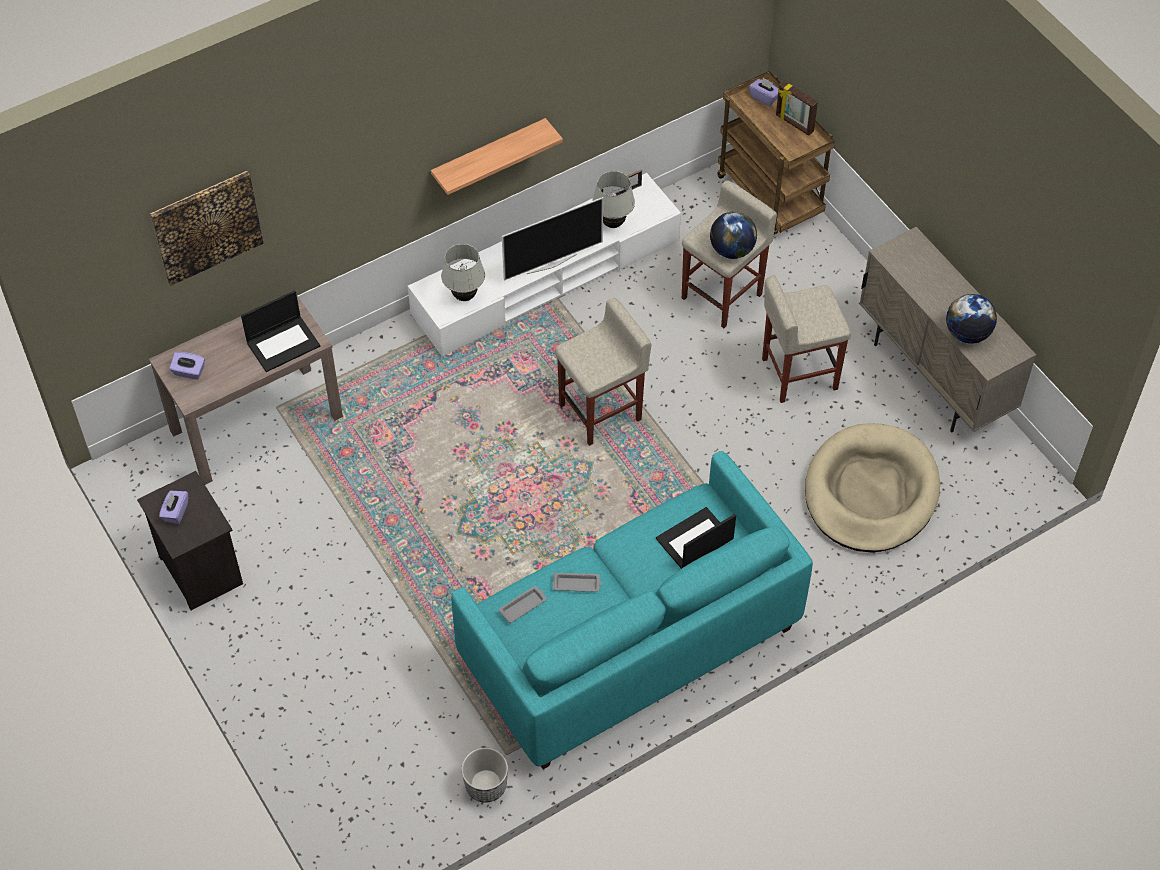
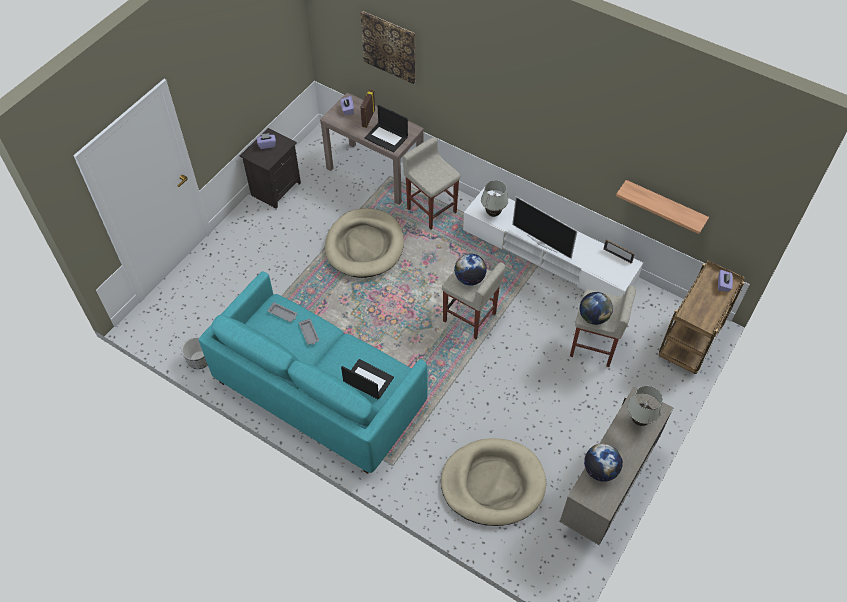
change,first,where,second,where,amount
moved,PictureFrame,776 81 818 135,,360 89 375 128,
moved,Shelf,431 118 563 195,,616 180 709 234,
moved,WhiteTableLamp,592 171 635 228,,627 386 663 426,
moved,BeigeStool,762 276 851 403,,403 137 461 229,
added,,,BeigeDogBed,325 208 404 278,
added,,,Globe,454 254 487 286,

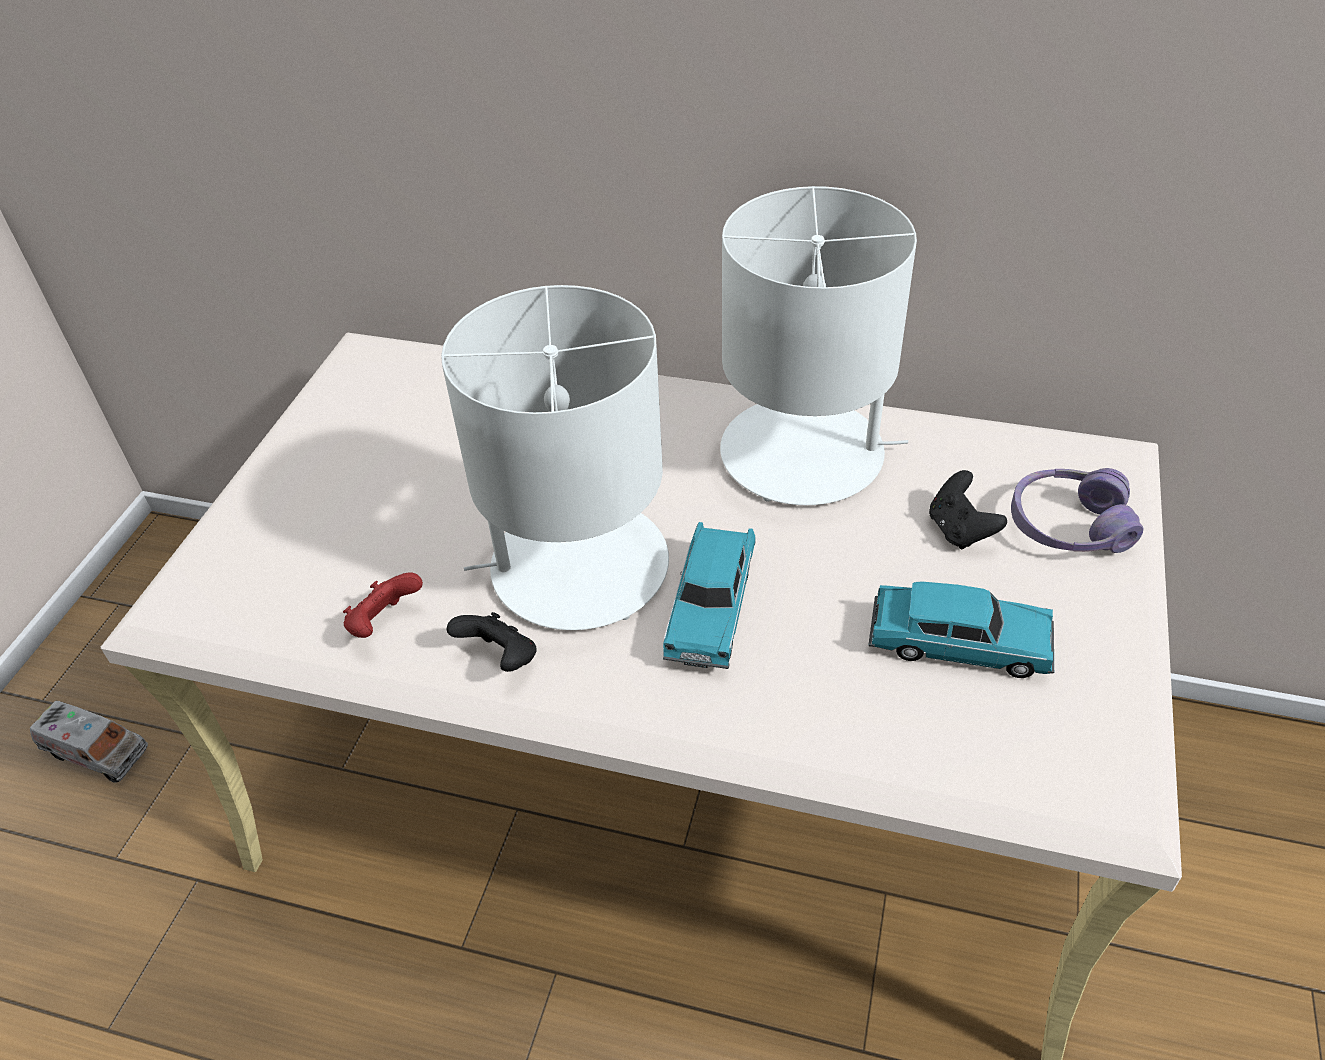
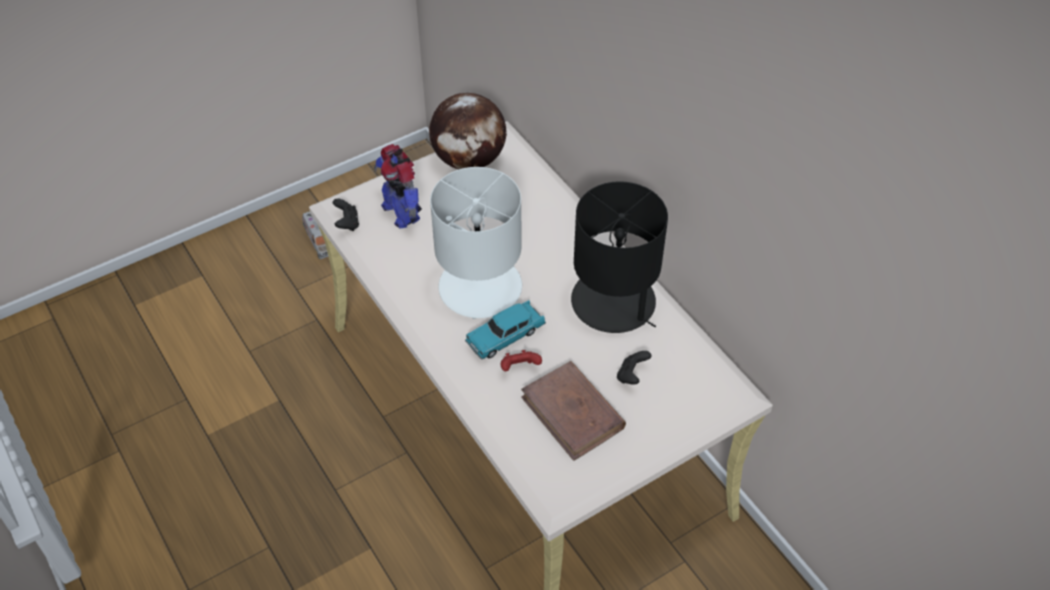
change,first,where,second,where,amount
recoloured,WhiteTableLamp,720 186 917 505,BlackTableLamp,571 181 668 333,
removed,PurpleHeadphones,1011 468 1143 553,,,
moved,RedGameController,343 573 423 638,,501 350 542 371,
replaced,TurquoiseToyCar,868 581 1054 678,BrownBook,521 361 626 461,
moved,BlackGameController,447 612 537 672,,333 198 359 231,
added,,,Globe,429 93 507 169,
added,,,ToyRobot,374 144 422 229,

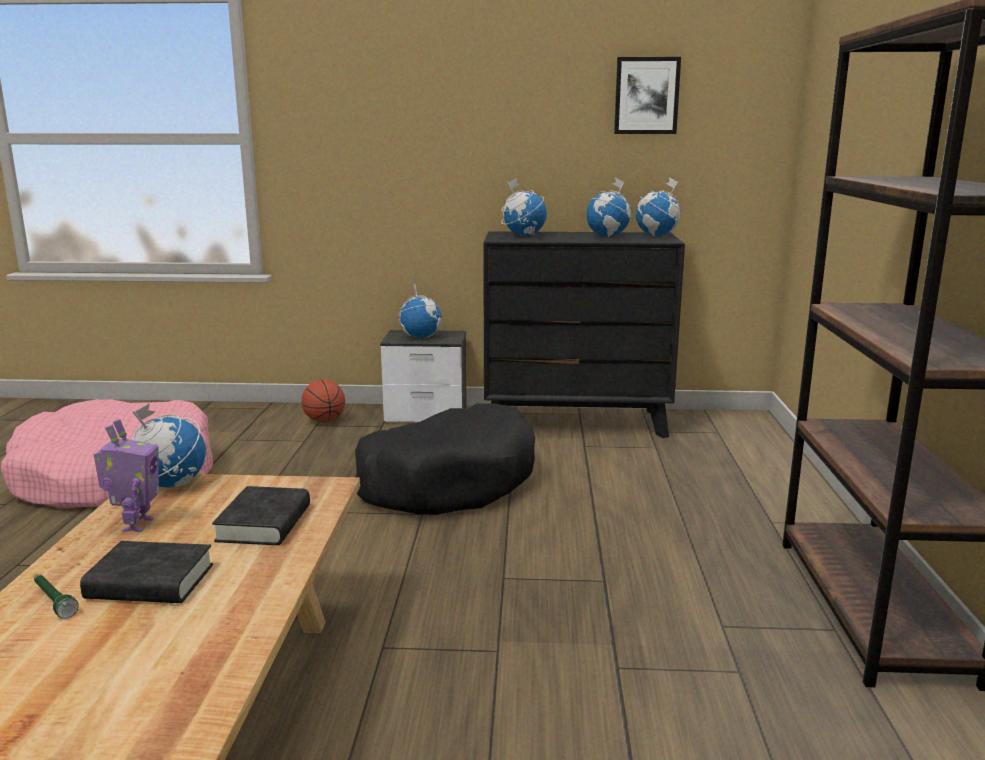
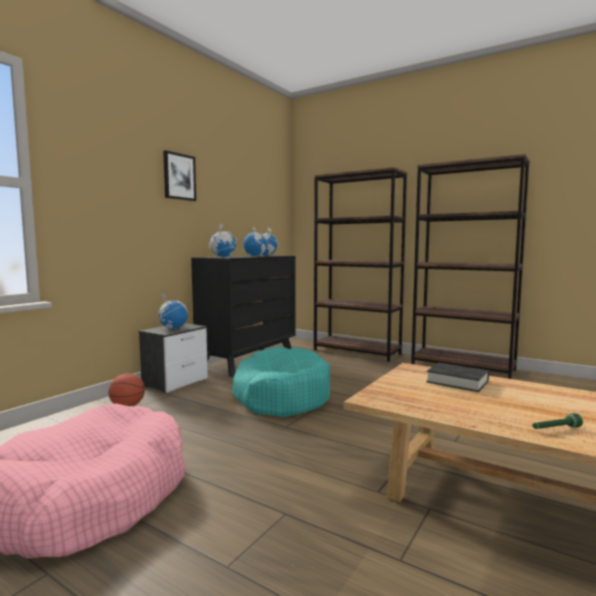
change,first,where,second,where,amount
moved,Picture,614 57 681 134,,163 150 196 201,
removed,Globe,131 403 206 488,,,
recoloured,BlackDogBed,355 403 535 515,TurquoiseDogBed,232 346 330 417,
removed,ToyRobot,94 419 159 532,,,
removed,BlackBook,80 541 213 603,,,
added,,,BrownBookcase,314 167 408 362,

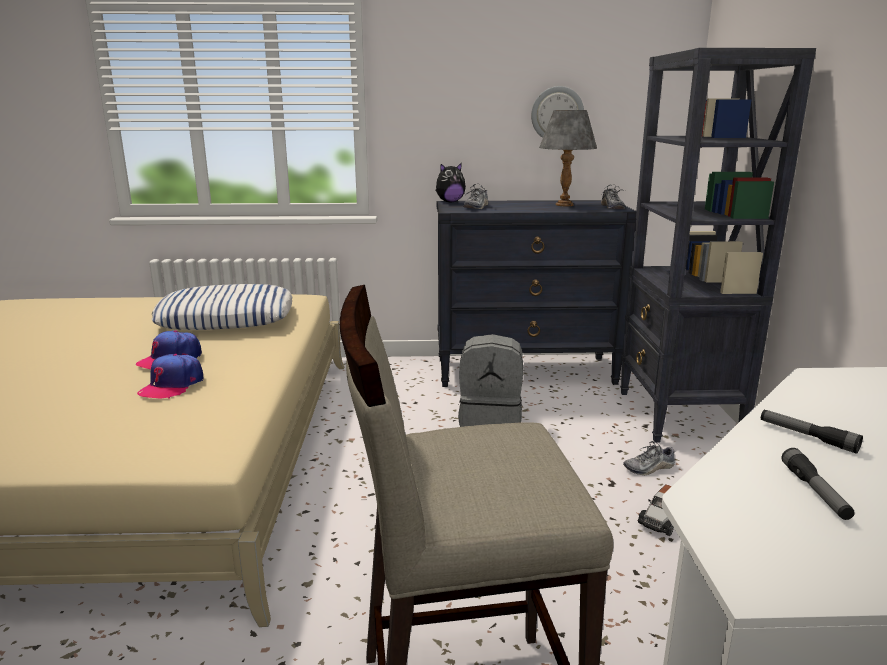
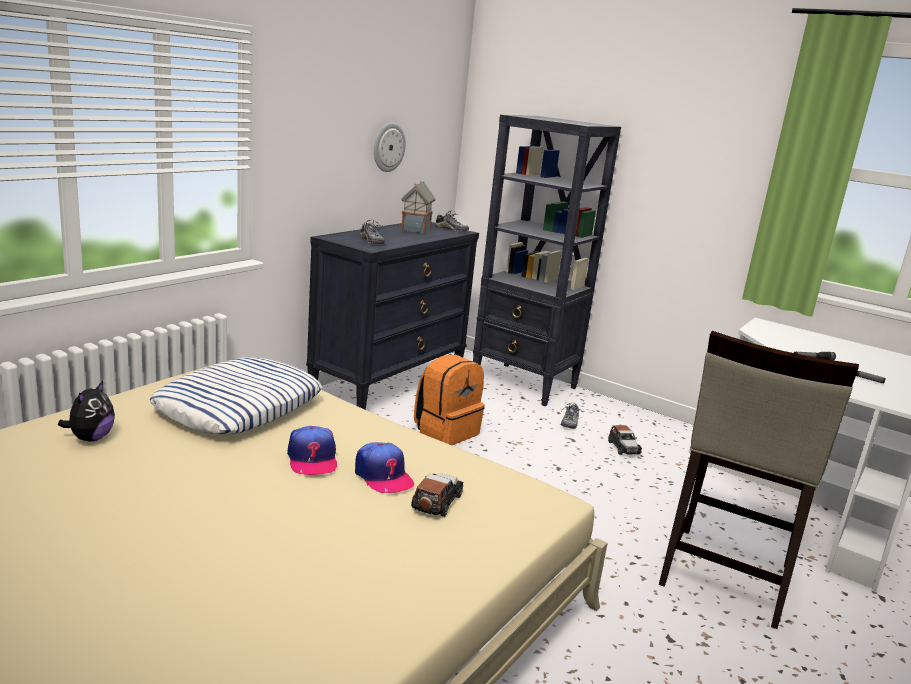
change,first,where,second,where,amount
replaced,GreyTableLamp,539 110 597 206,ToyHouse,401 181 436 234,
moved,PlushToy,436 163 466 203,,58 381 115 442,
recoloured,GreyBackpack,458 334 523 427,OrangeBackpack,414 355 485 445,
added,,,ToyCar,411 473 463 517,

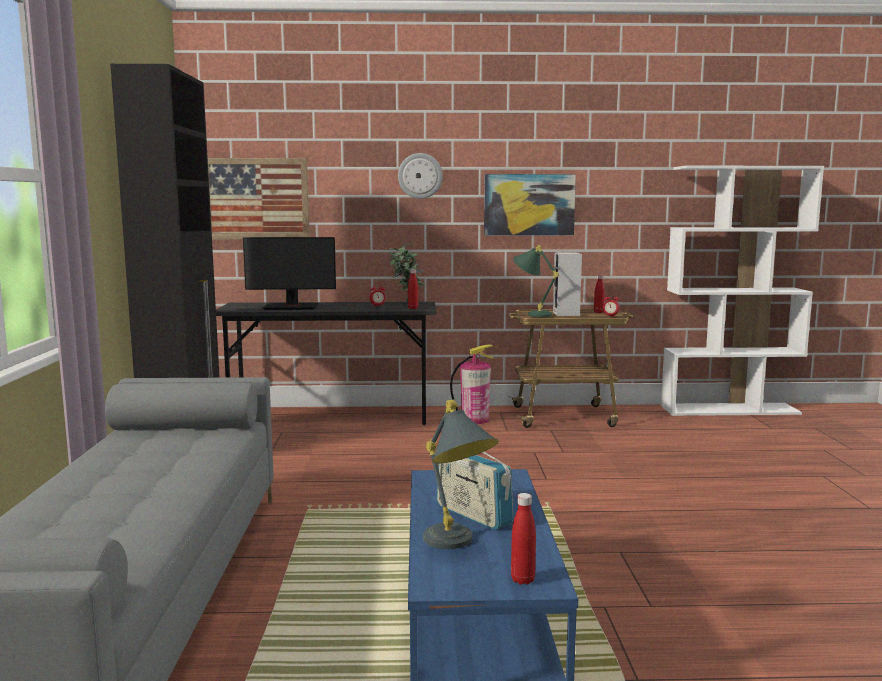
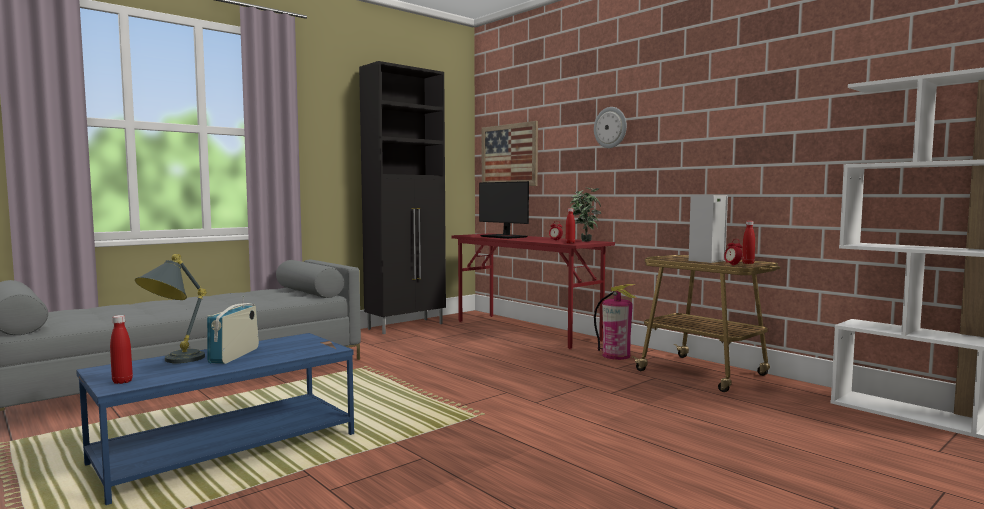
change,first,where,second,where,amount
removed,Picture,484 174 576 236,,,
removed,GreenTableLamp,513 245 559 317,,,
recoloured,GreyDesk,216 302 436 425,RedDesk,451 233 615 349,

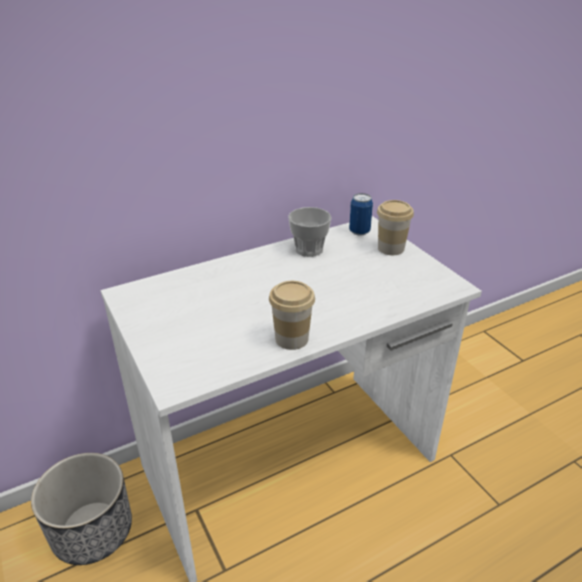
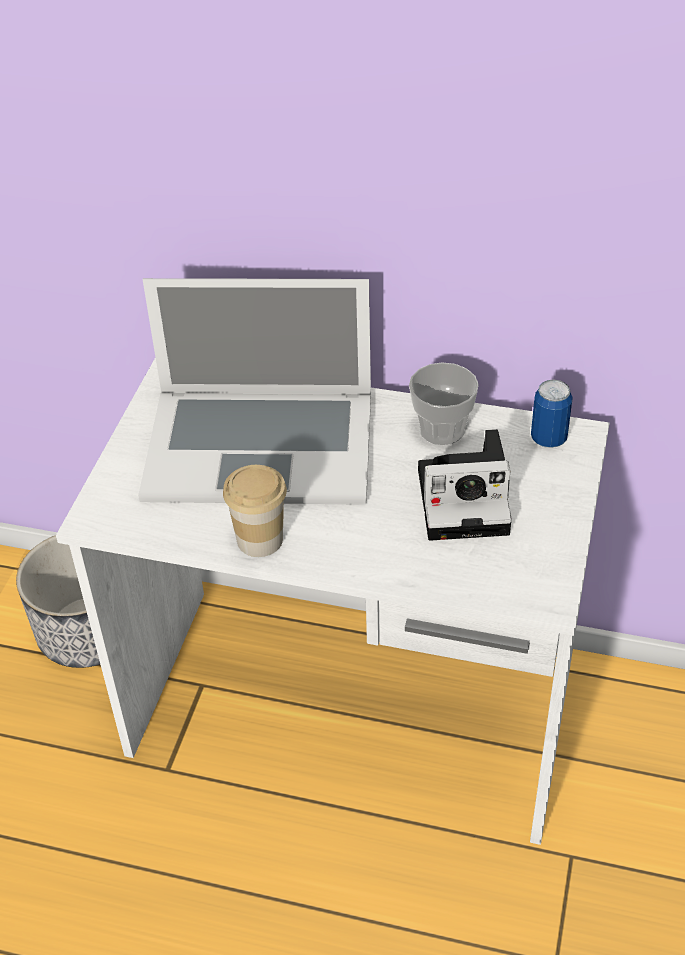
change,first,where,second,where,amount
removed,Cup,377 200 414 255,,,
added,,,Laptop,138 278 371 505,
added,,,PhotoCamera,418 429 512 541,

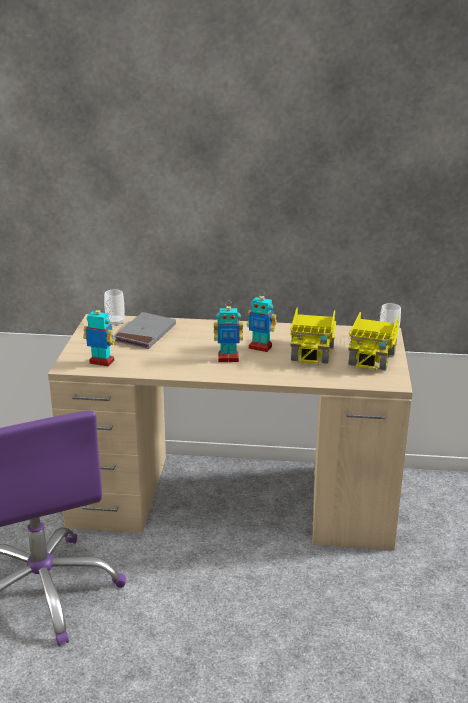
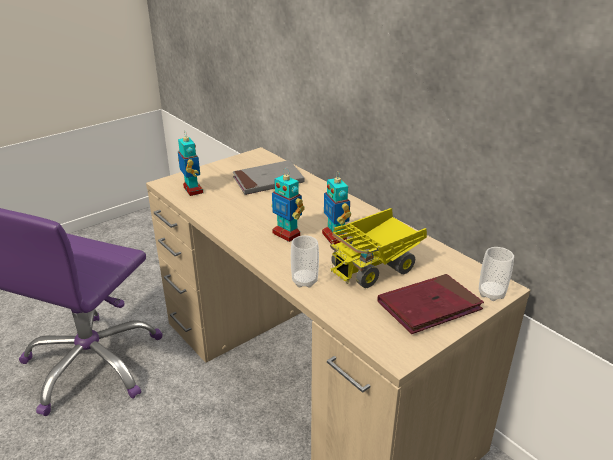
change,first,where,second,where,amount
moved,Cup,104 289 125 326,,291 235 319 288,
replaced,ToyTruck,348 312 399 371,RedBook,377 274 484 334,

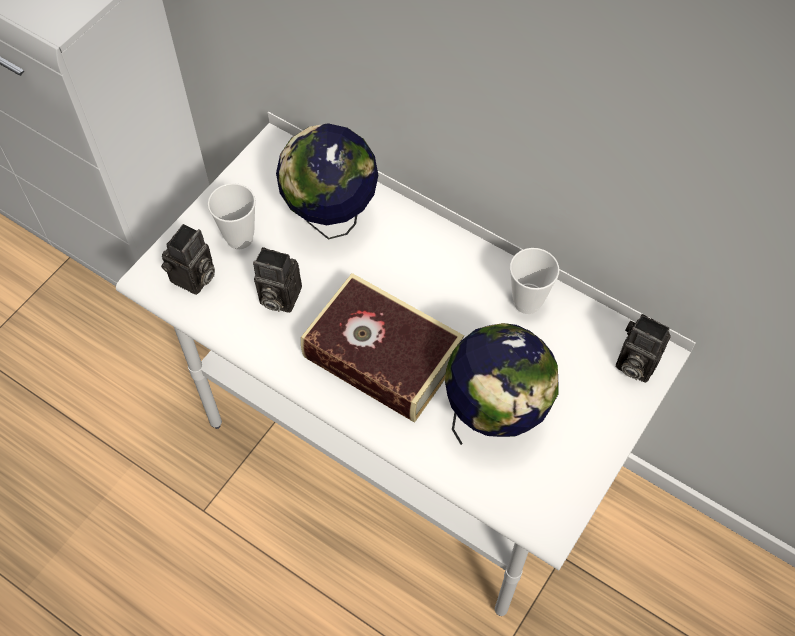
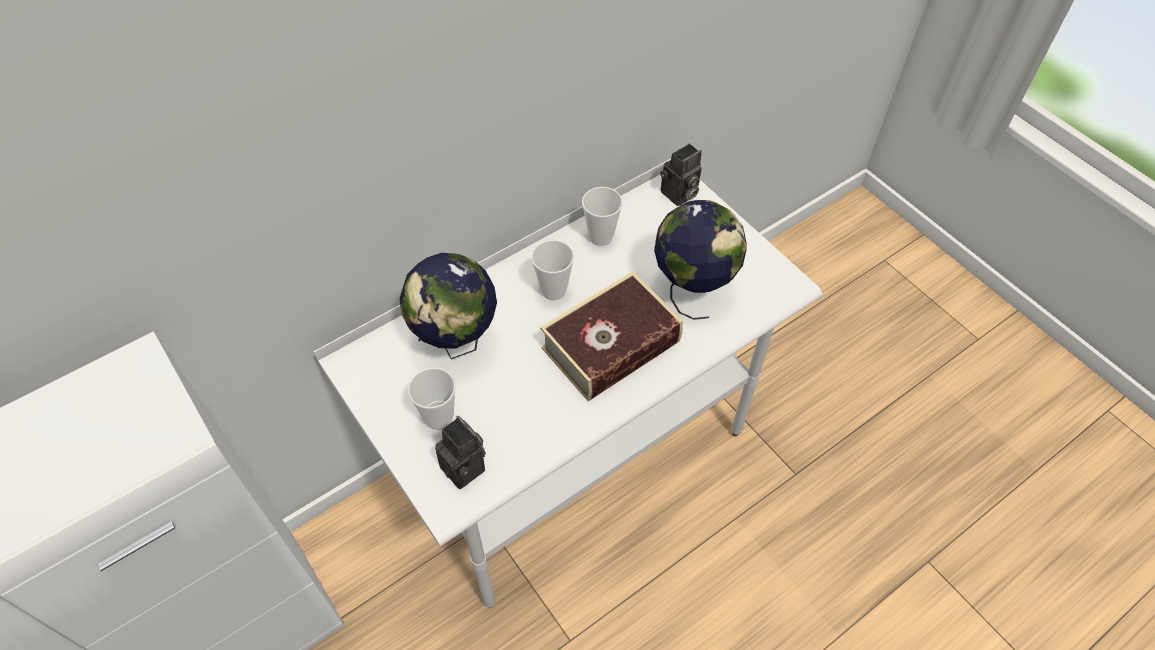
change,first,where,second,where,amount
removed,PhotoCamera,253 247 302 313,,,
added,,,Cup,531 240 574 300,

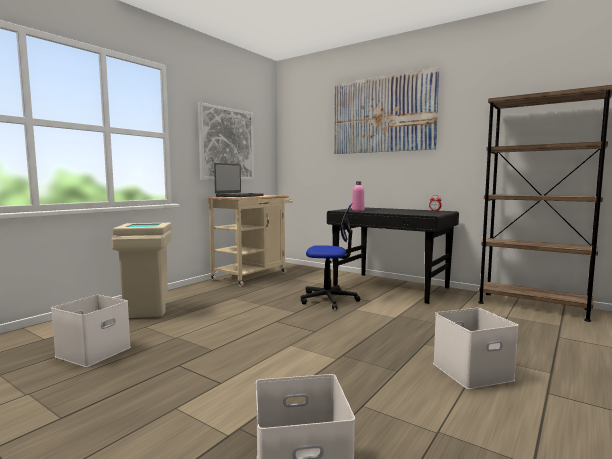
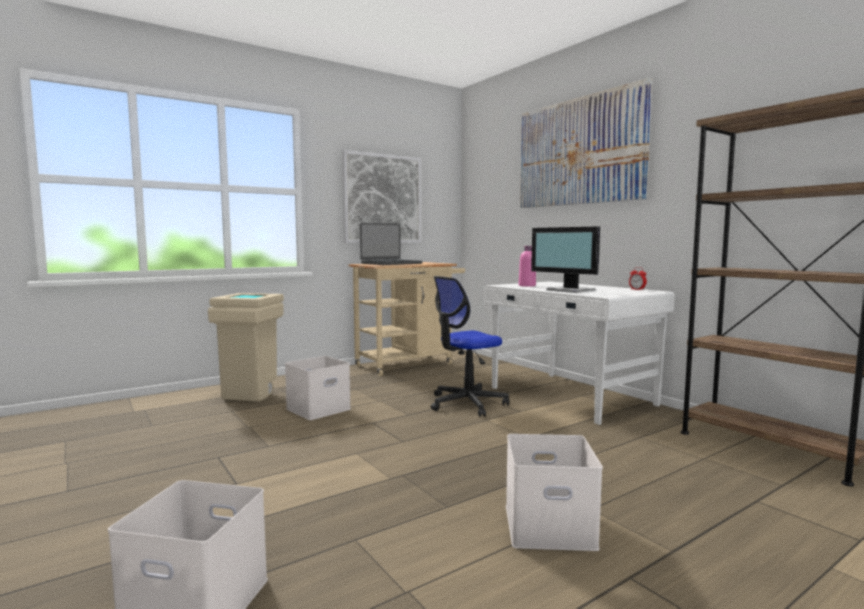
change,first,where,second,where,amount
turned,OfficeChair,301 203 361 310,,431 276 509 417,120 degrees clockwise
recoloured,BlackDesk,327 207 459 304,WhiteDesk,484 281 675 425,
moved,WhiteStorageBox,51 295 131 367,,285 356 351 420,
added,,,Monitor,531 226 600 293,

